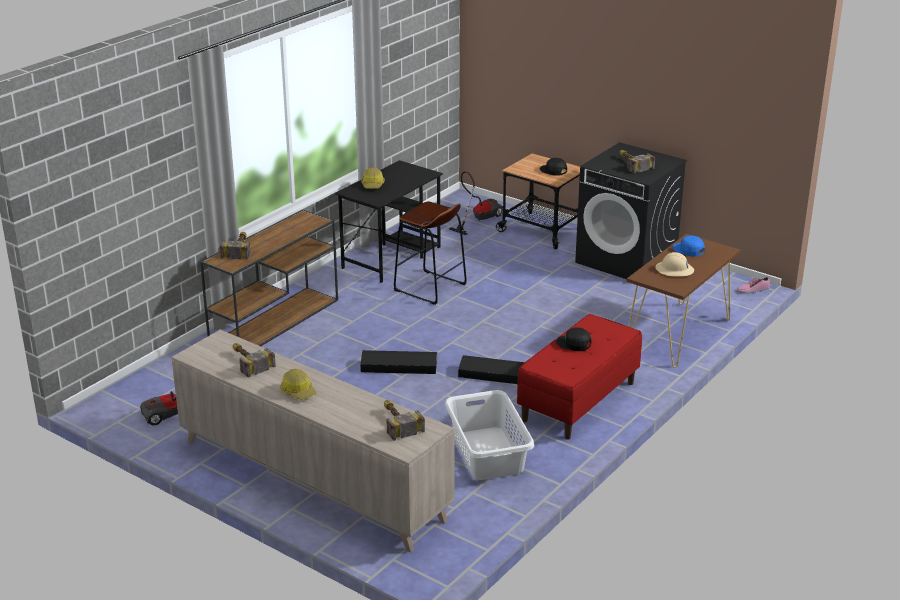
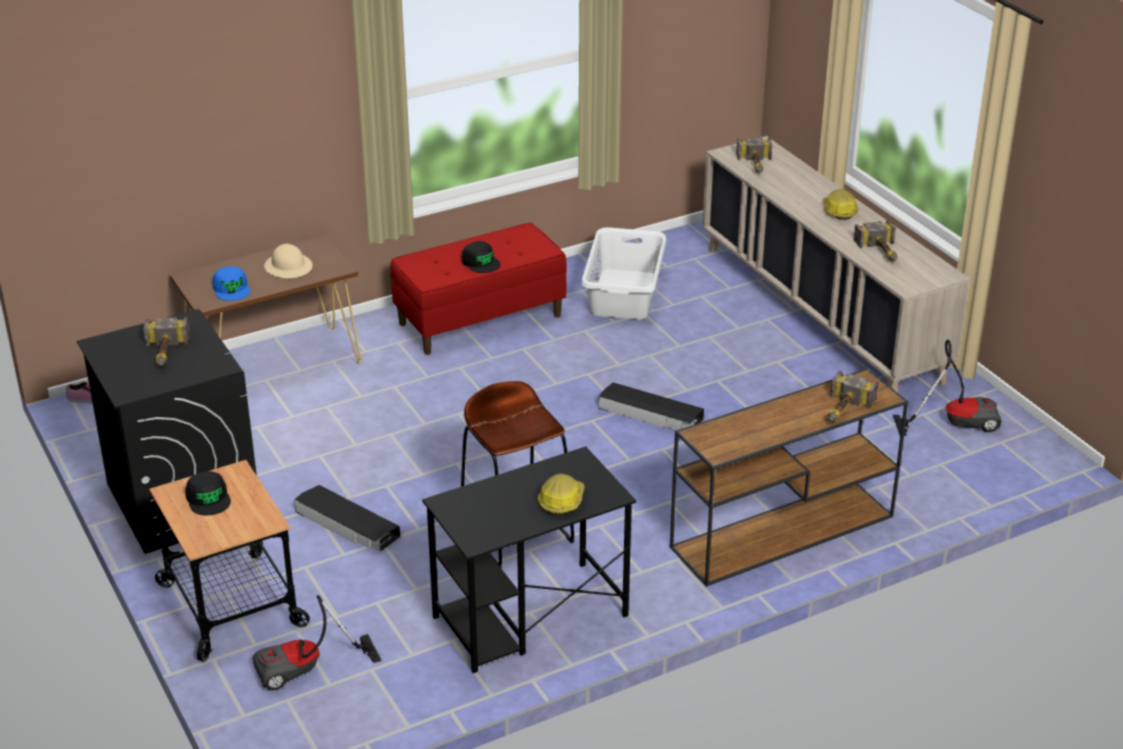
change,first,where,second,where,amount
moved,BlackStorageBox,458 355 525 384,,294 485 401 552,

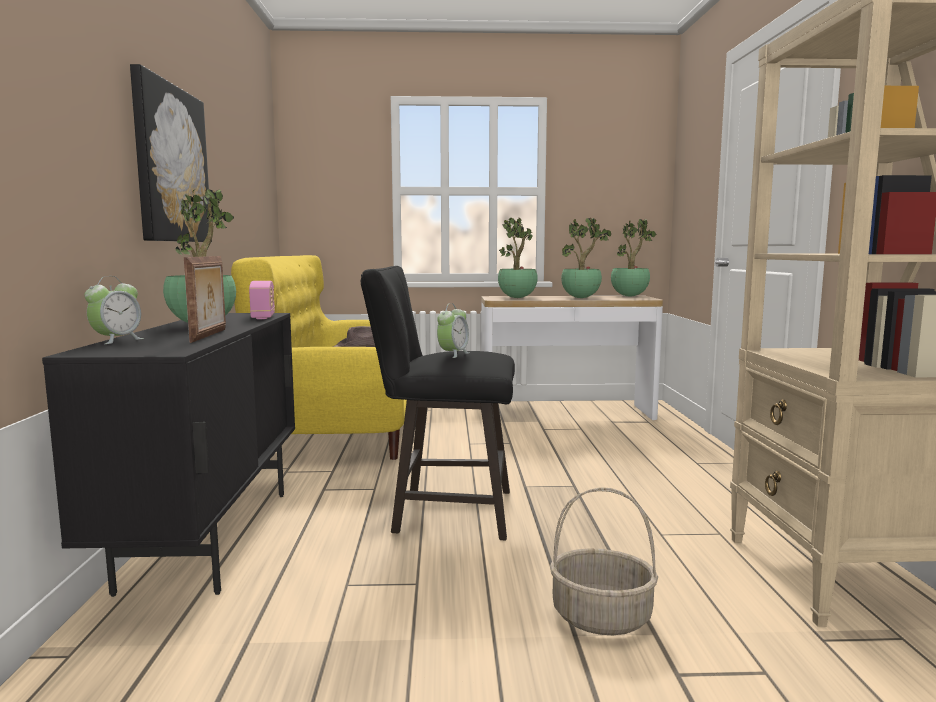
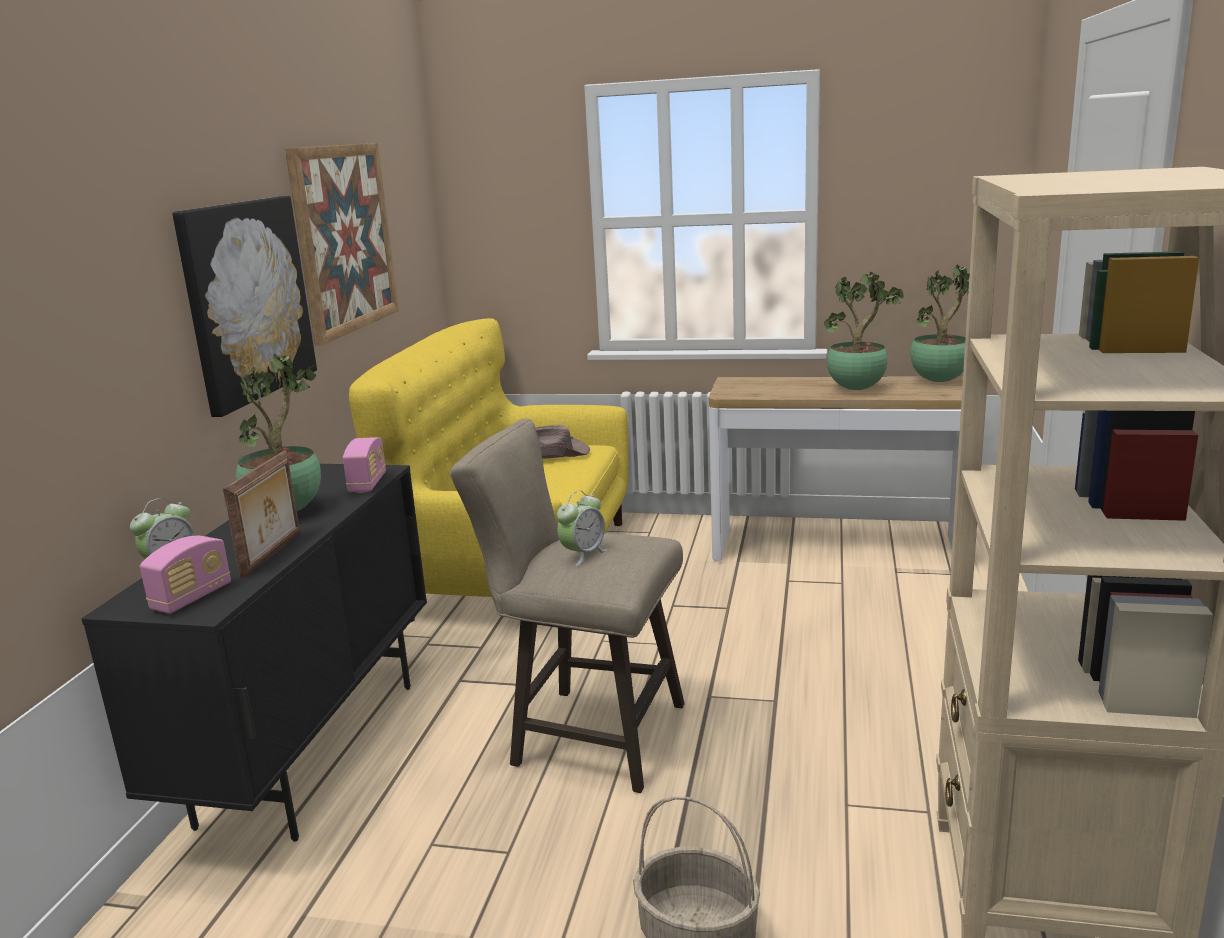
change,first,where,second,where,amount
removed,PottedPlant,498 217 538 298,,,
recoloured,BlackStool,361 266 515 540,BeigeStool,450 419 685 793,
added,,,Picture,285 143 399 346,
added,,,Radio,140 536 231 614,

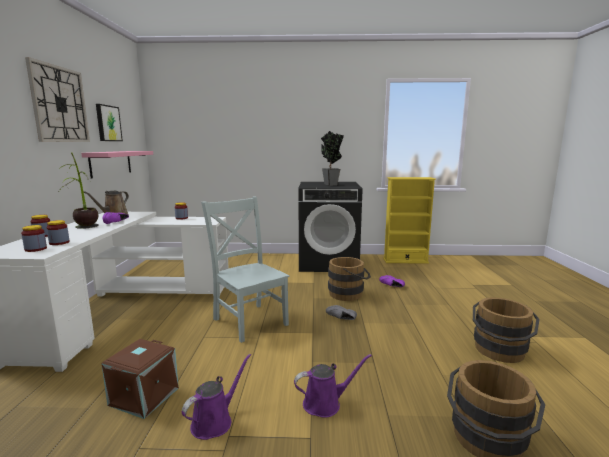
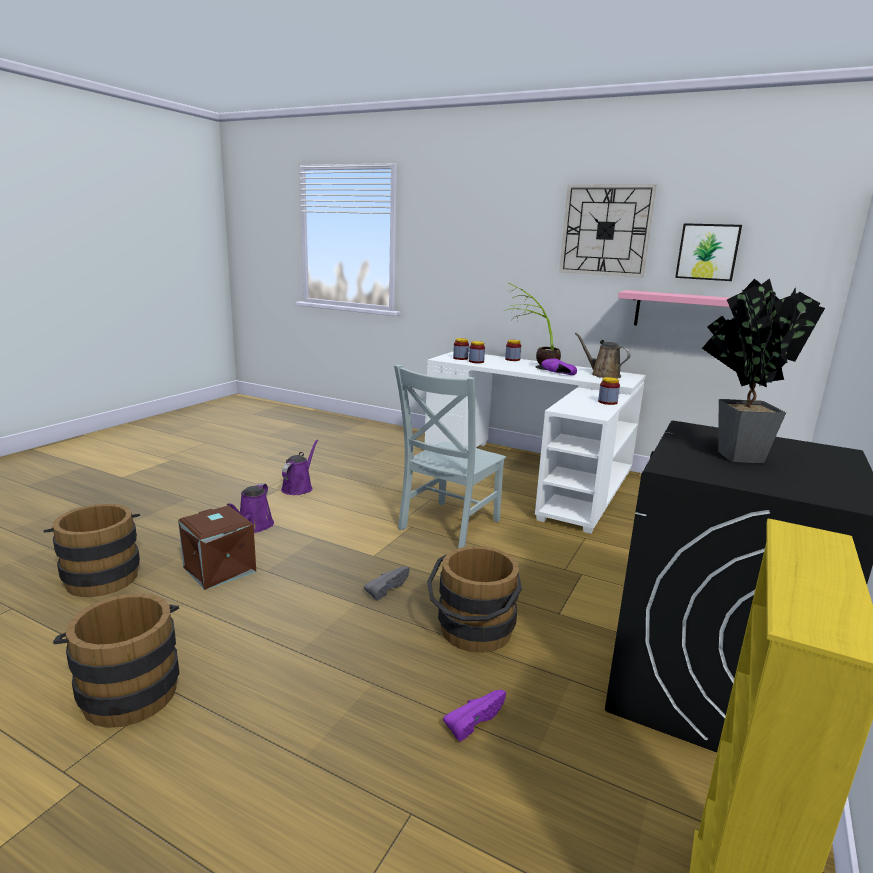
change,first,where,second,where,amount
turned,GreyChair,201 196 289 343,,394 365 506 548,135 degrees clockwise
moved,BrownStorageBox,101 339 179 419,,178 505 256 590,
turned,PurpleWateringCan,182 354 251 440,,281 439 318 495,135 degrees counterclockwise

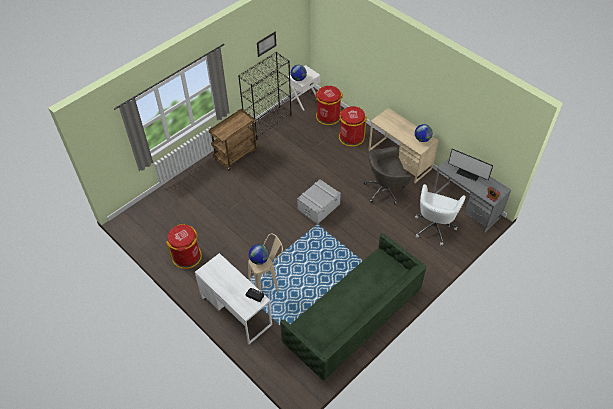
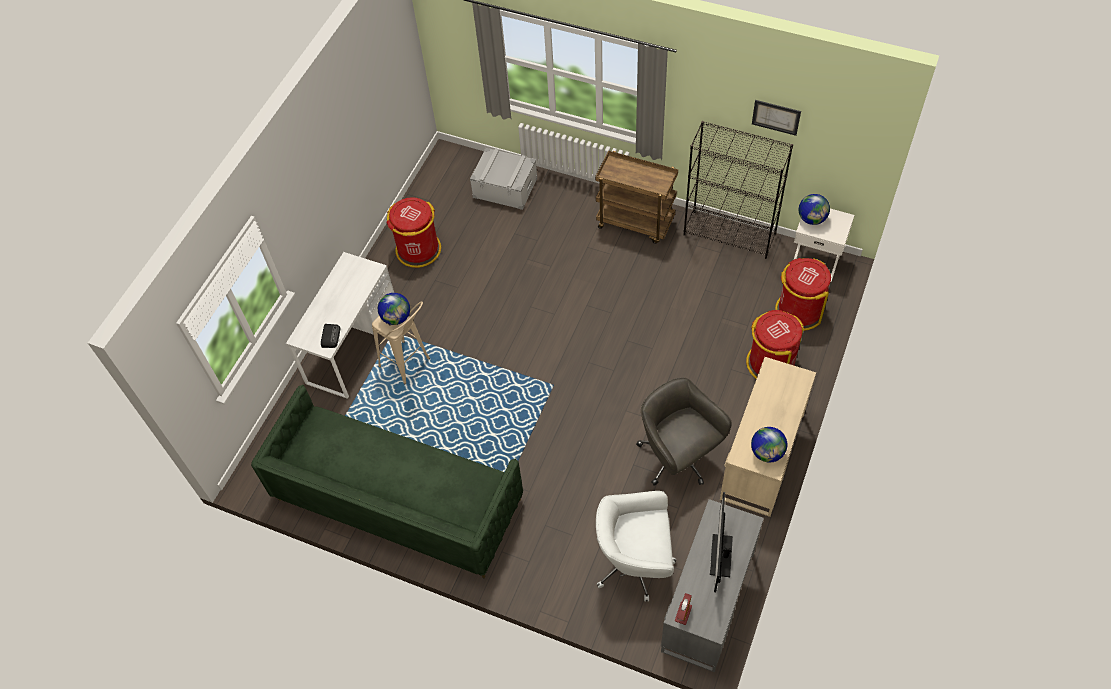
change,first,where,second,where,amount
moved,GreyStorageBox,297 179 341 224,,470 148 537 210,

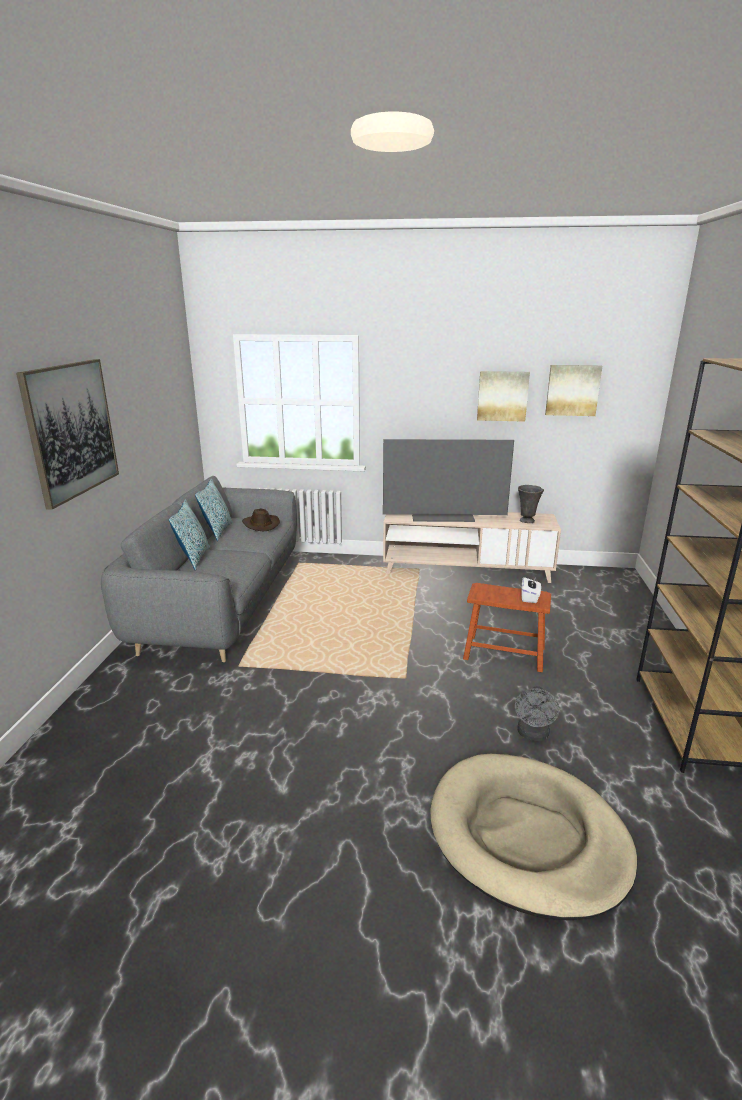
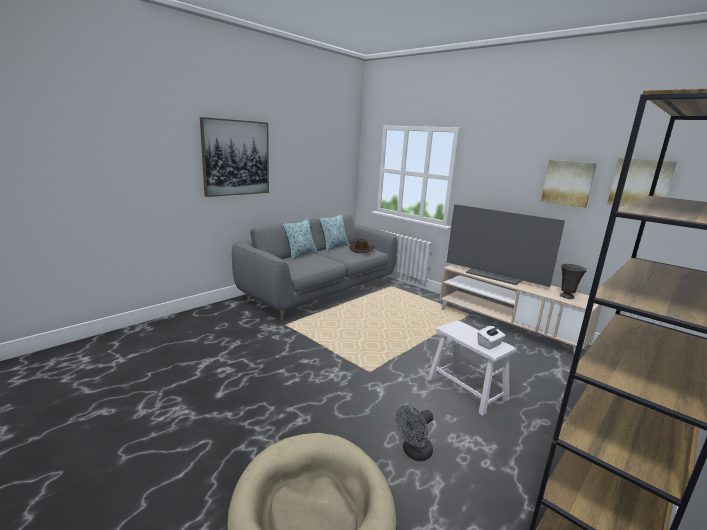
change,first,where,second,where,amount
recoloured,BrownStool,463 583 551 672,WhiteStool,427 321 516 416,

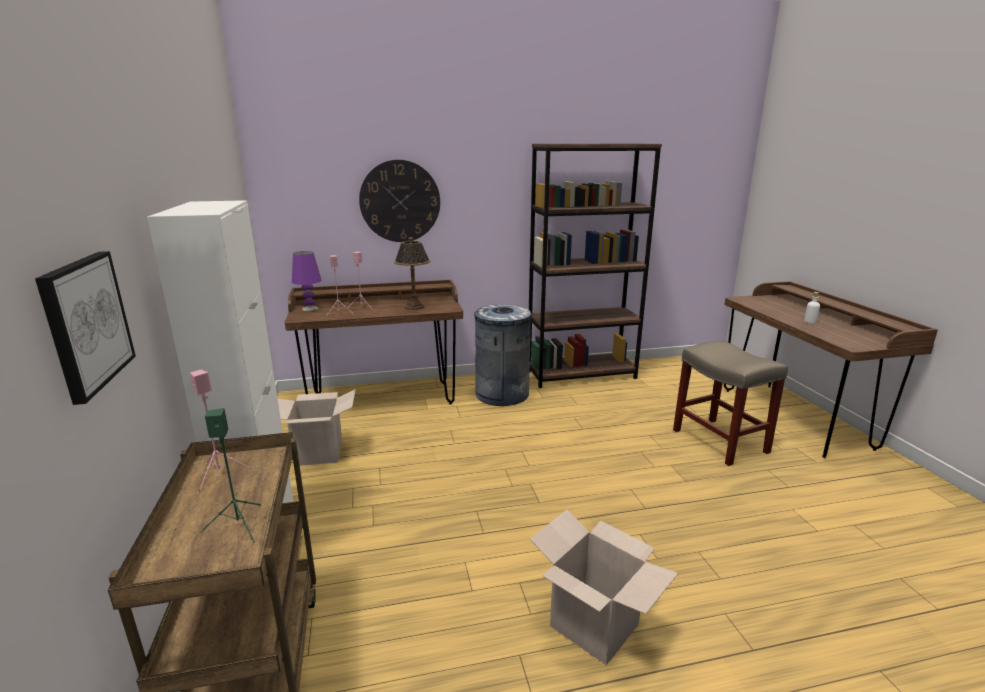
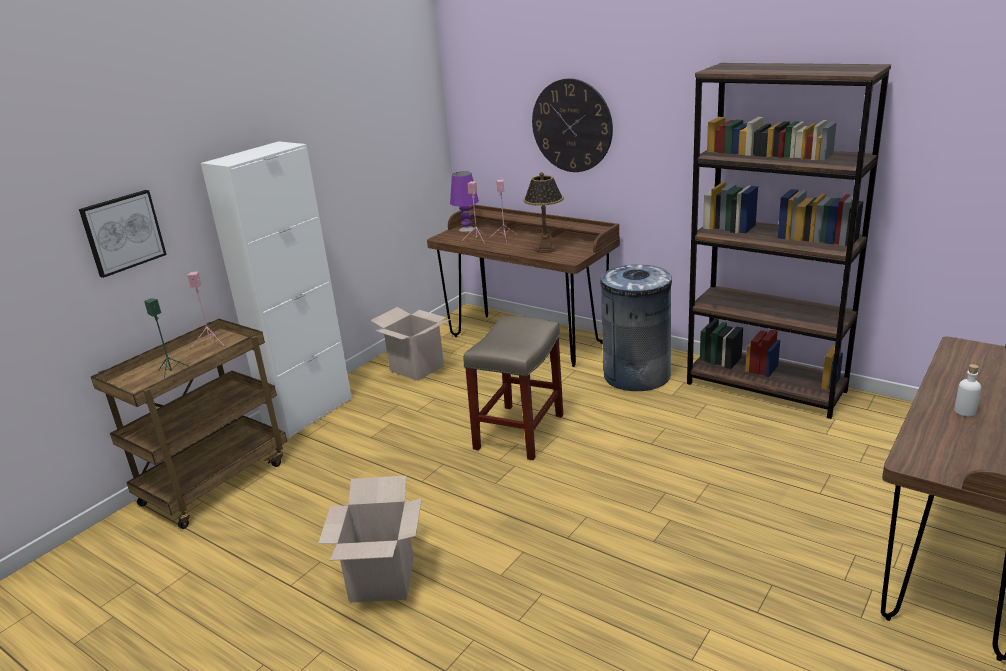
change,first,where,second,where,amount
moved,BeigeStool,673 341 788 466,,463 316 563 460,

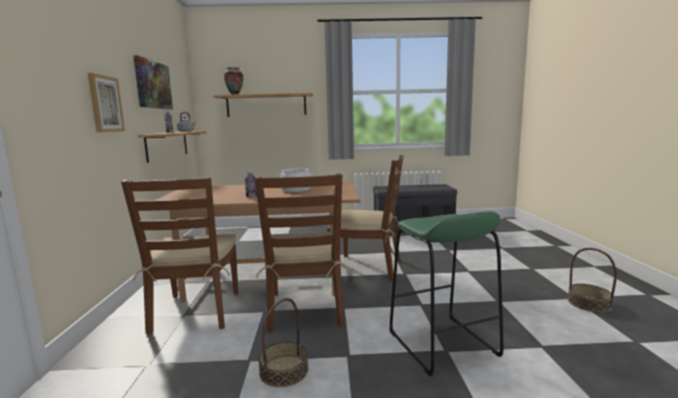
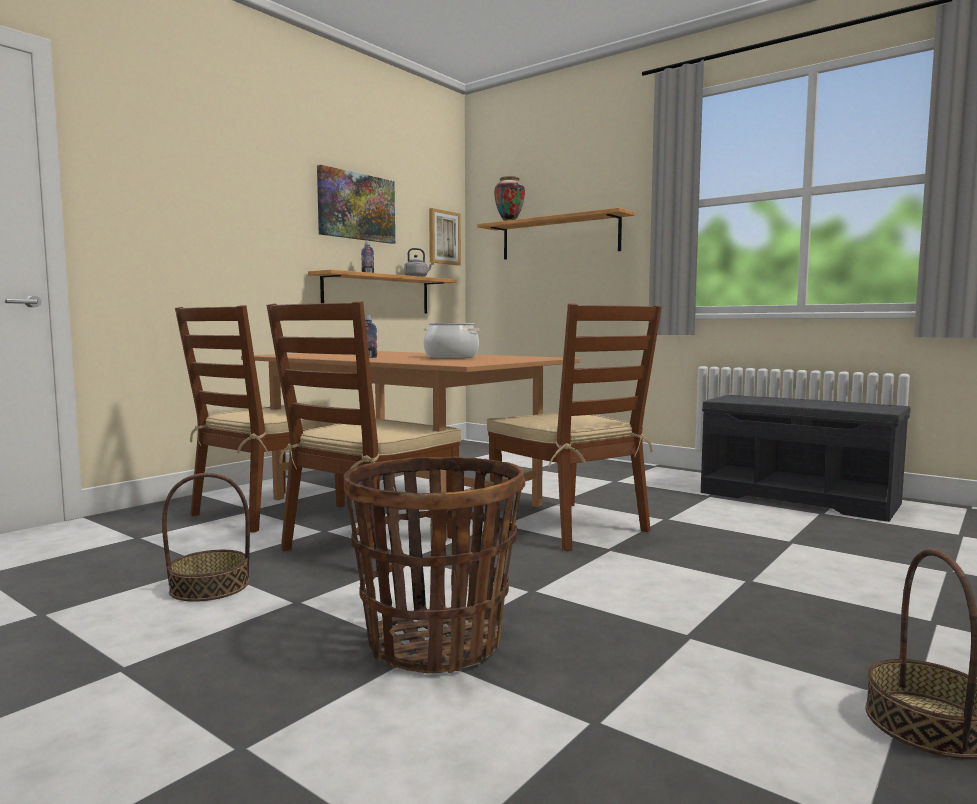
change,first,where,second,where,amount
moved,Picture,88 73 125 132,,429 208 461 265,
replaced,GreenStool,389 211 504 376,Basket,344 456 525 673,

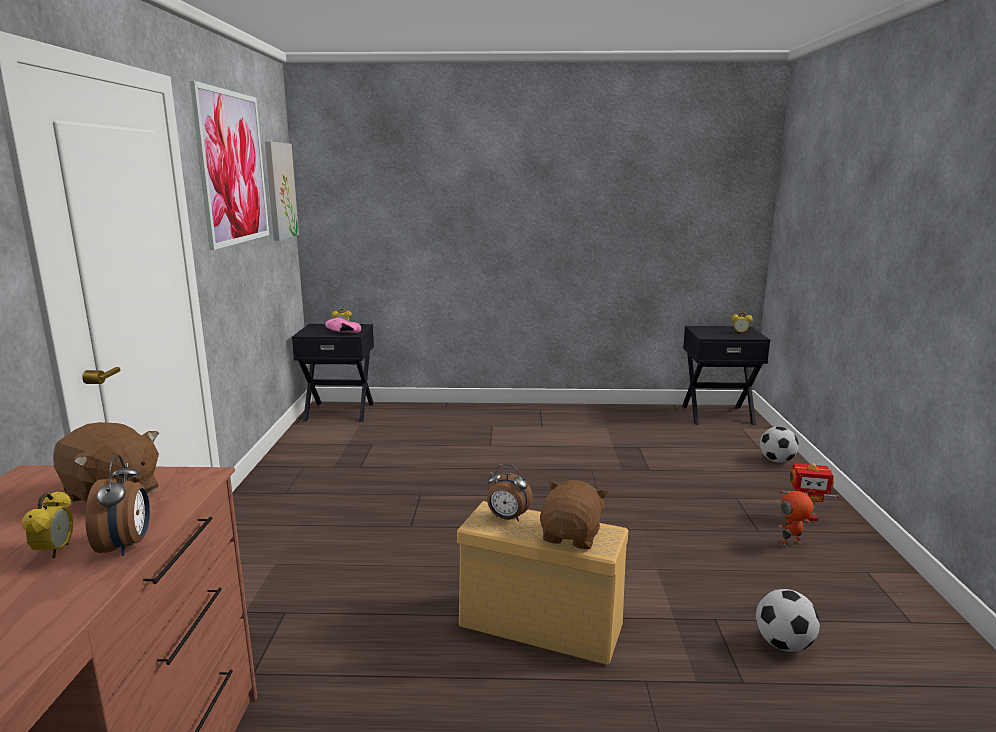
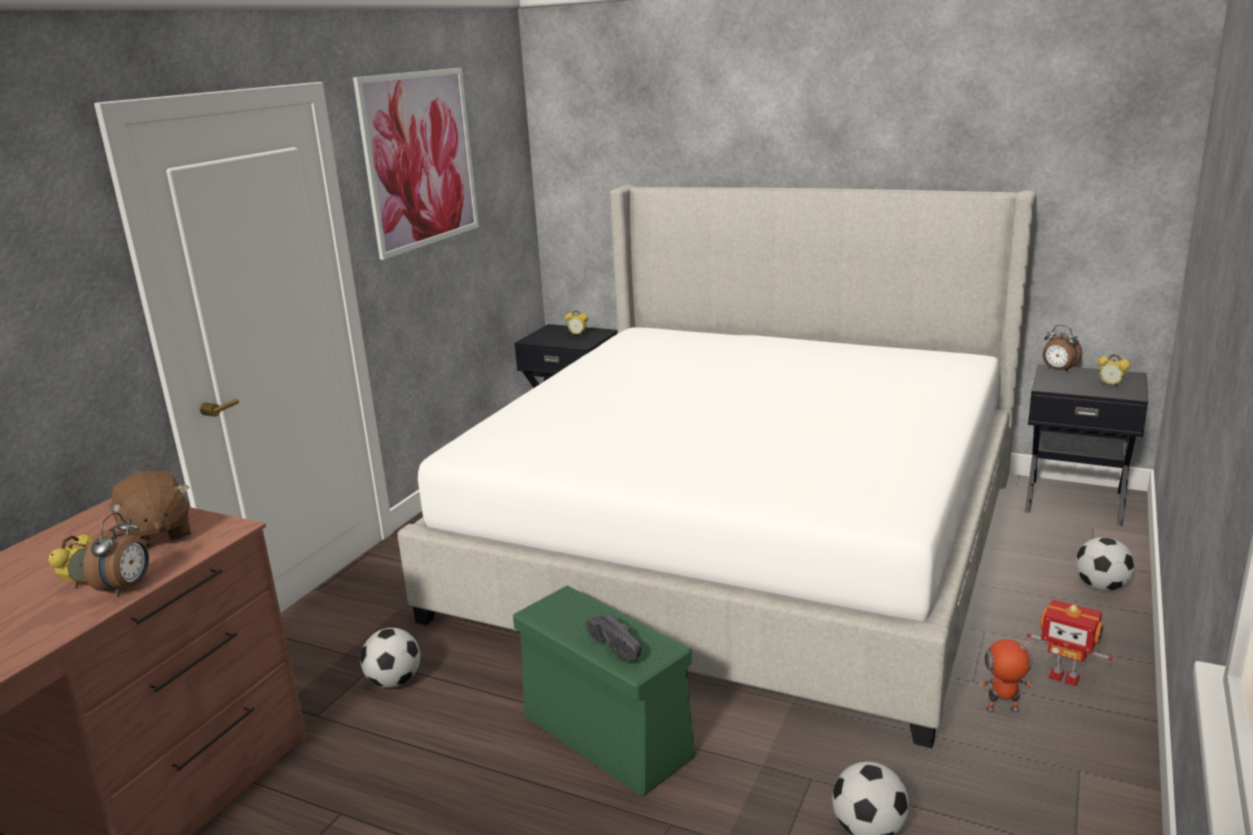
change,first,where,second,where,amount
removed,Picture,265 141 299 241,,,
removed,PinkShoe,325 318 361 333,,,
moved,AlarmClock,487 464 533 521,,1042 325 1082 373,
replaced,BrownPlushToy,540 480 608 549,BlackShoe,586 614 641 661,
recoloured,BeigeStorageBox,457 501 628 665,GreenStorageBox,513 585 695 796,
added,,,Bed,397 185 1037 748,
added,,,Football,360 628 420 688,

